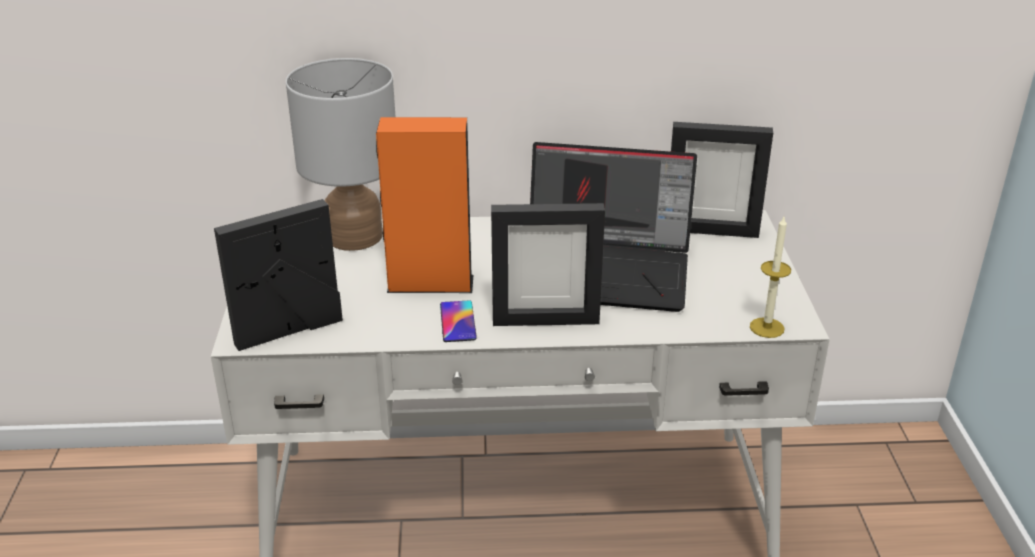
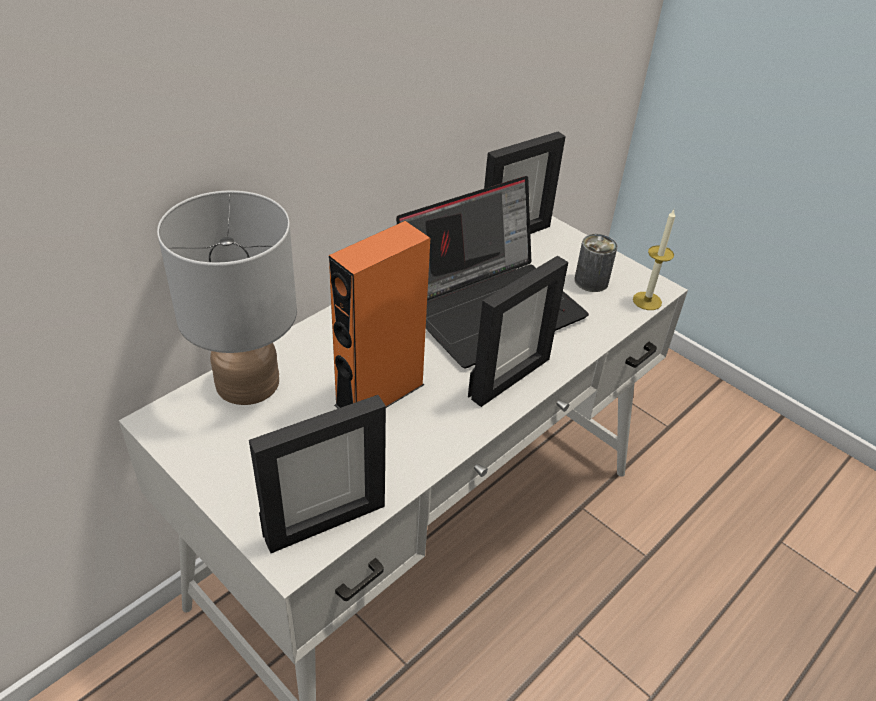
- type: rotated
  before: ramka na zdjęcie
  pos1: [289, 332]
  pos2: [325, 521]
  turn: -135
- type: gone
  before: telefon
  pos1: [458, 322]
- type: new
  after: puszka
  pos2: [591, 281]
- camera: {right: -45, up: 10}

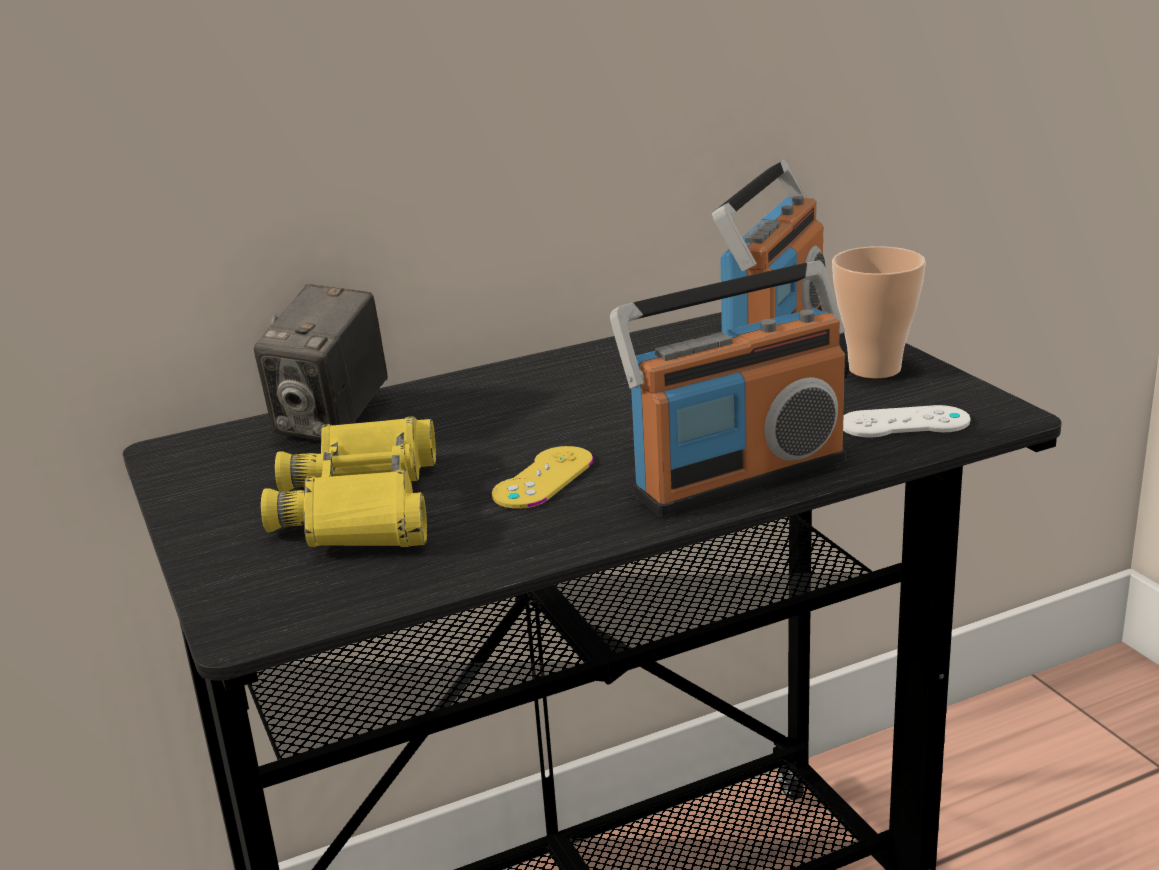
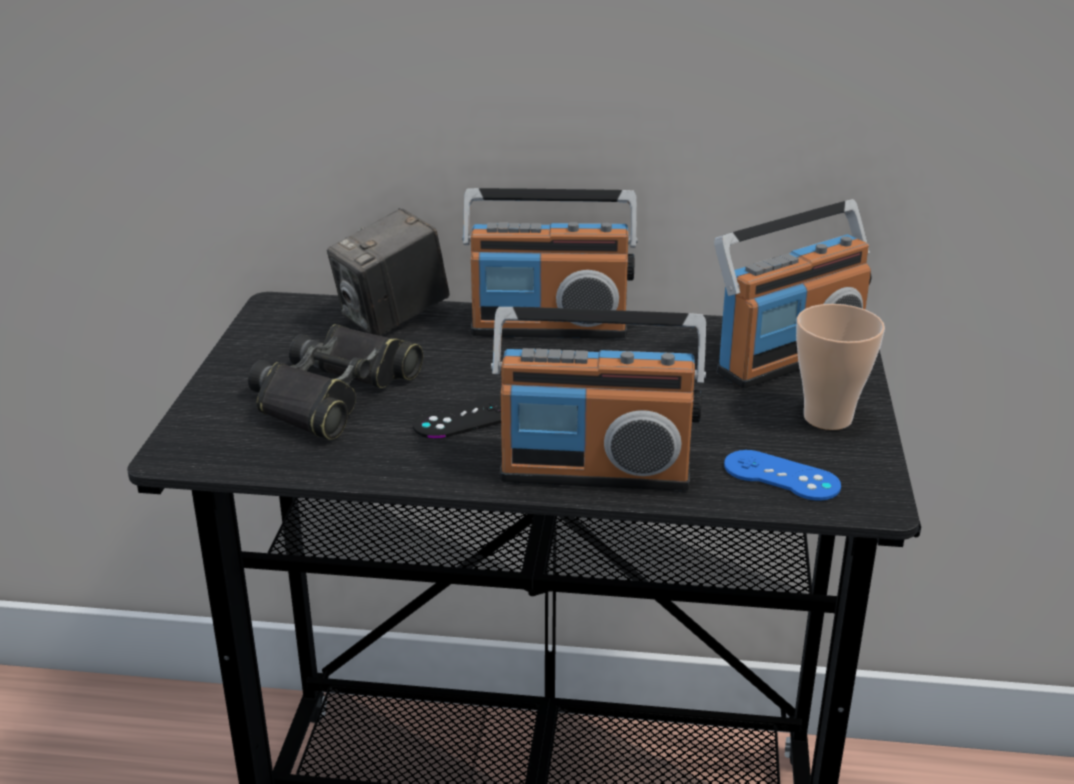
- type: repainted
  before: pad do gier (biały)
  after: pad do gier (niebieski)
  pos1: [904, 423]
  pos2: [781, 476]
- type: repainted
  before: lornetka (żółty)
  after: lornetka (czarny)
  pos1: [363, 506]
  pos2: [334, 394]
- type: repainted
  before: pad do gier (żółty)
  after: pad do gier (czarny)
  pos1: [543, 478]
  pos2: [466, 418]
- type: new
  after: radio
  pos2: [549, 327]
- camera: {right: 30, up: 5}

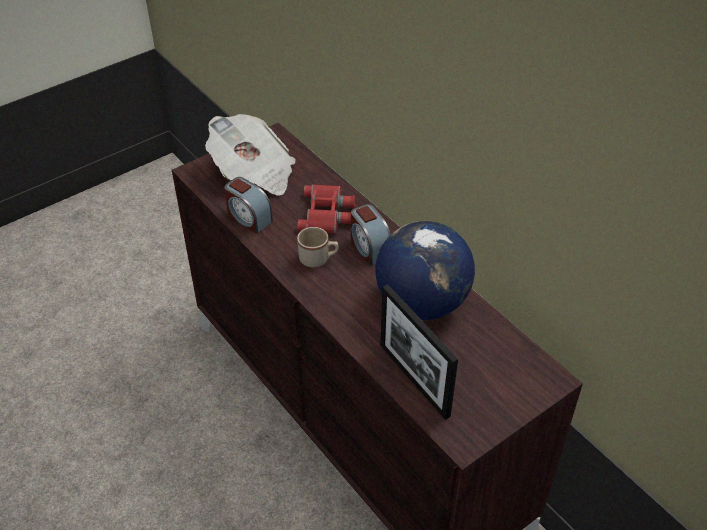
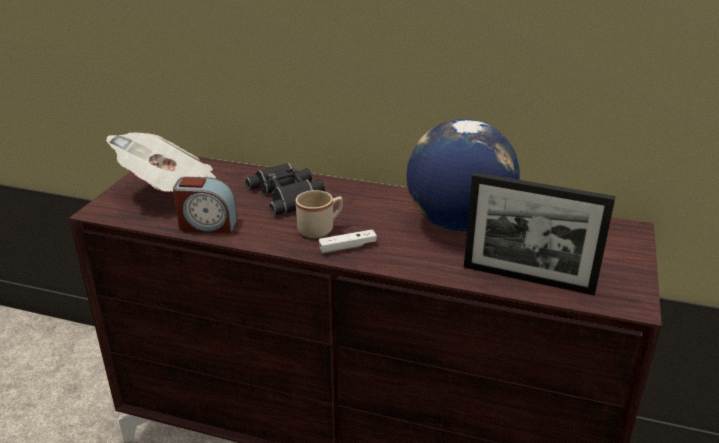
- type: repainted
  before: lornetka (czerwony)
  after: lornetka (czarny)
  pos1: [328, 214]
  pos2: [288, 195]
- type: gone
  before: budzik
  pos1: [369, 248]
- type: new
  after: pad do gier (biały)
  pos2: [347, 247]
- camera: {right: -35, up: -15}

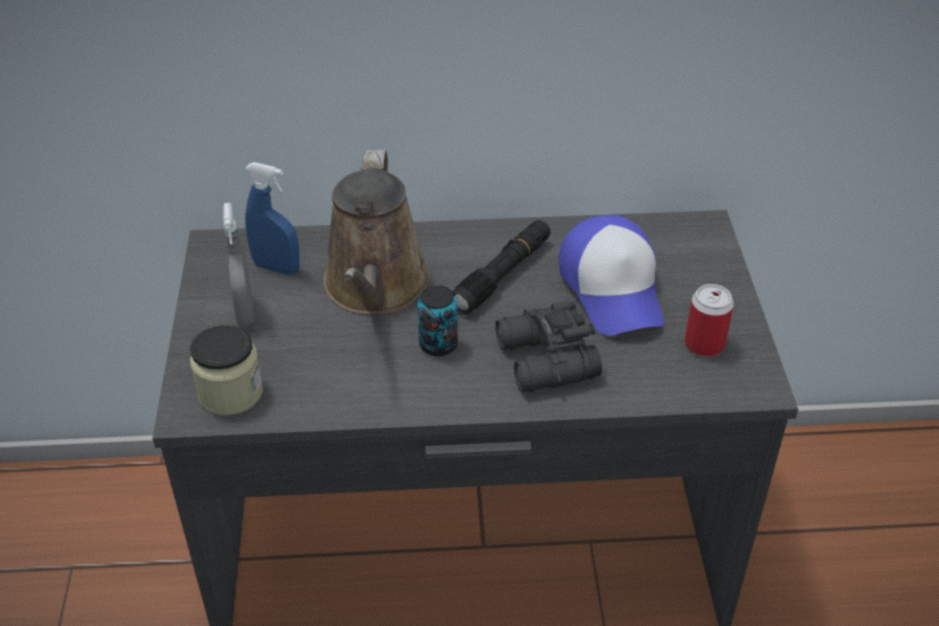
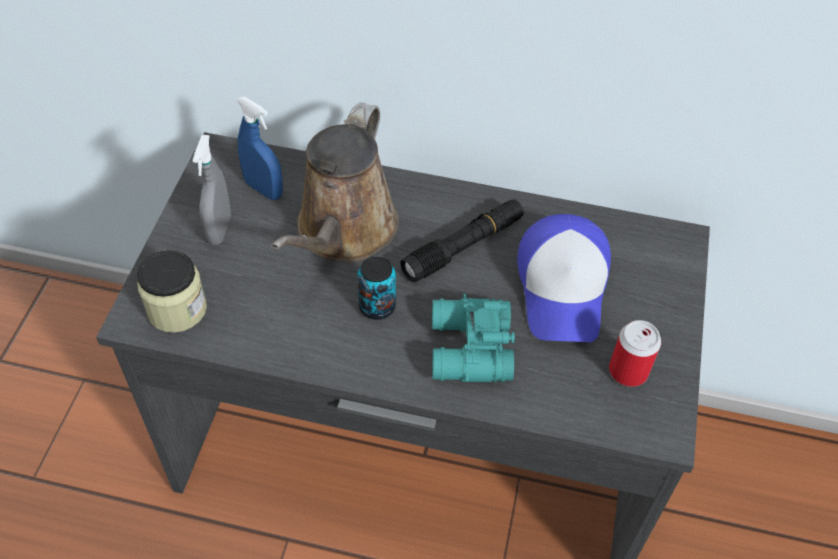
- type: repainted
  before: lornetka (czarny)
  after: lornetka (turkusowy)
  pos1: [544, 362]
  pos2: [468, 350]
- camera: {right: 15, up: 10}

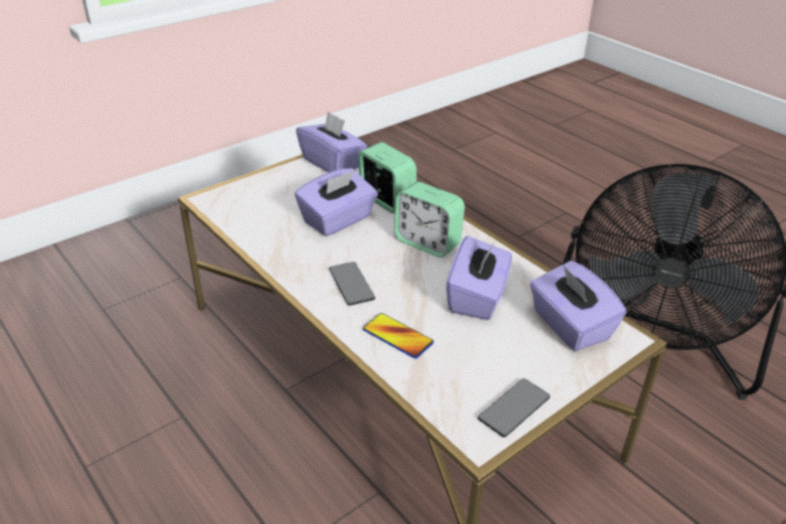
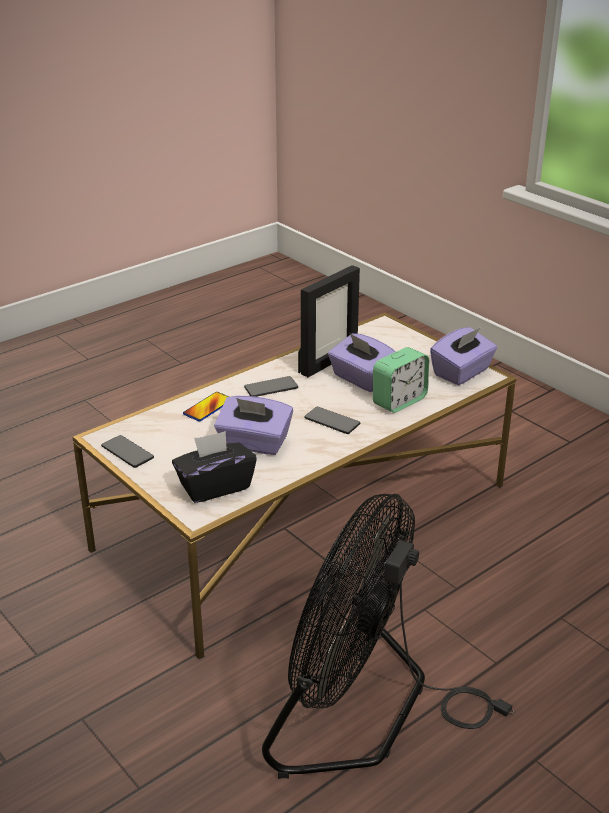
- type: swapped
  before: budzik
  after: telefon
  pos1: [427, 243]
  pos2: [332, 421]
- type: repainted
  before: pudełko chusteczek (fioletowy)
  after: pudełko chusteczek (czarny)
  pos1: [569, 326]
  pos2: [215, 486]
- type: new
  after: ramka na zdjęcie
  pos2: [328, 361]
- camera: {right: 90, up: -5}

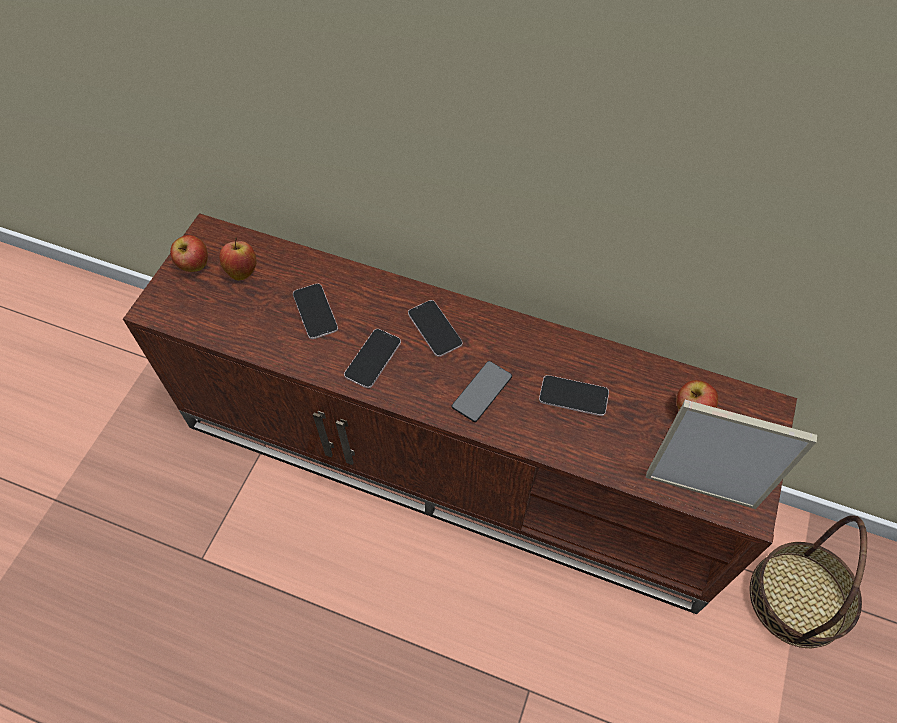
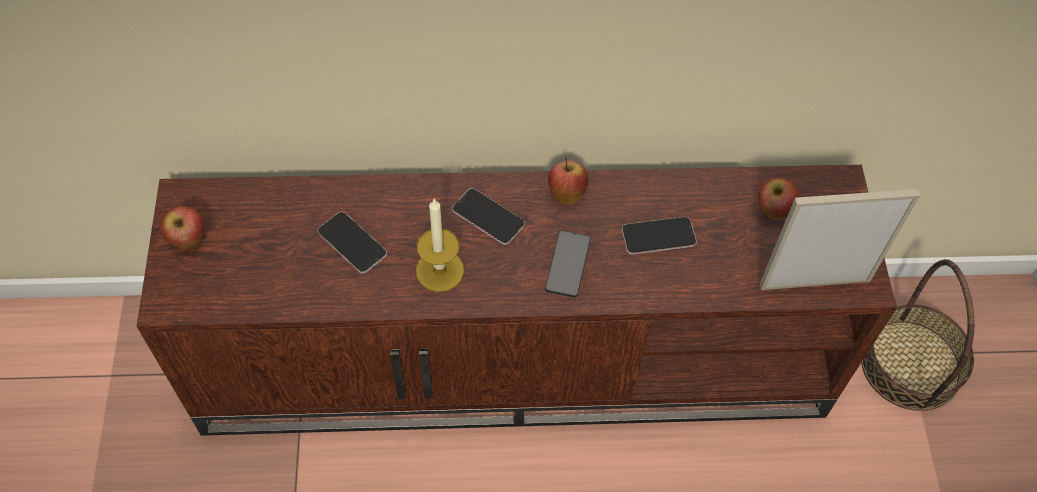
- type: shifted
  before: jabłko
  pos1: [242, 271]
  pos2: [566, 193]
- type: swapped
  before: telefon
  after: świeca
  pos1: [373, 358]
  pos2: [439, 270]
- camera: {right: -25, up: 0}

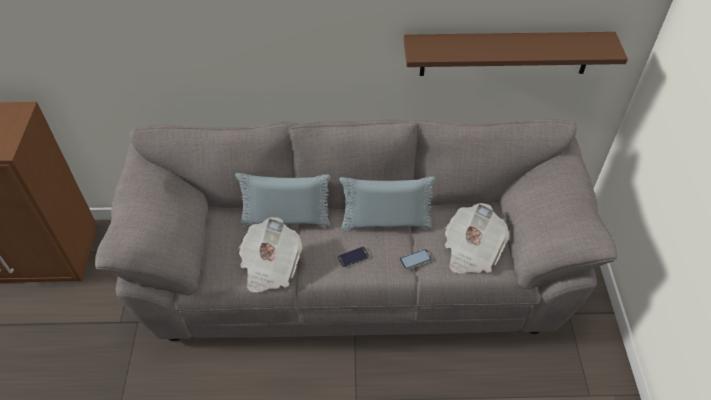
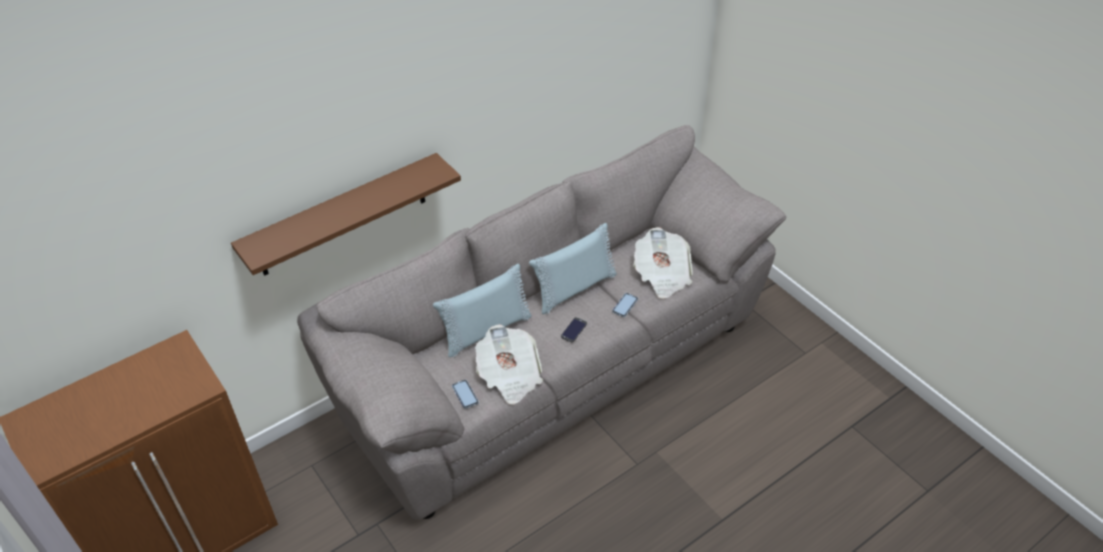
- type: shifted
  before: półka (brązowy)
  pos1: [505, 53]
  pos2: [342, 216]
- type: new
  after: telefon
  pos2: [465, 394]
- camera: {right: -35, up: -5}

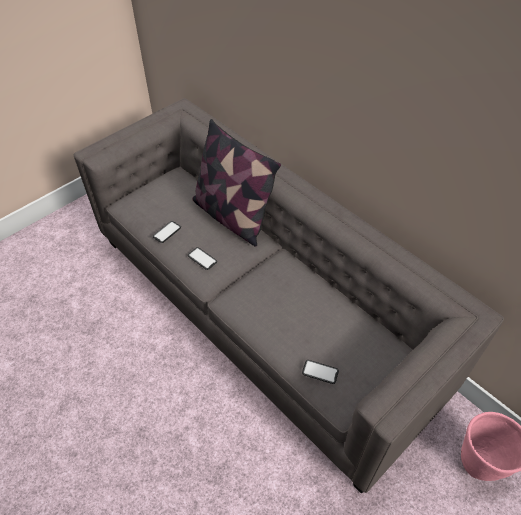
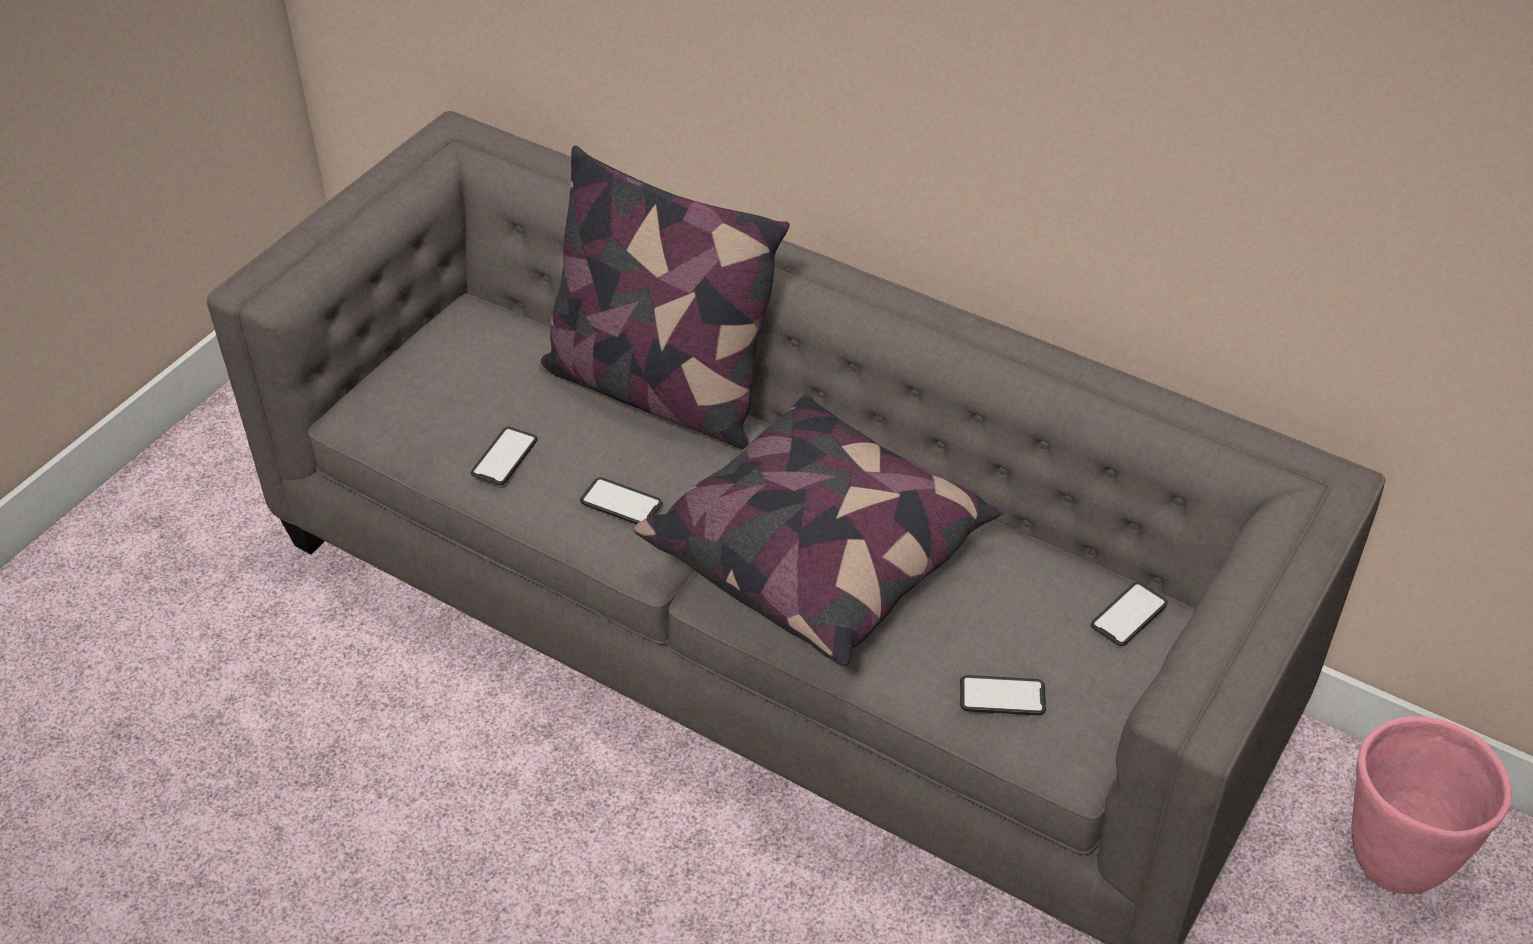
- type: new
  after: poduszka
  pos2: [819, 554]
- type: new
  after: telefon
  pos2: [1129, 615]
- camera: {right: -15, up: -5}

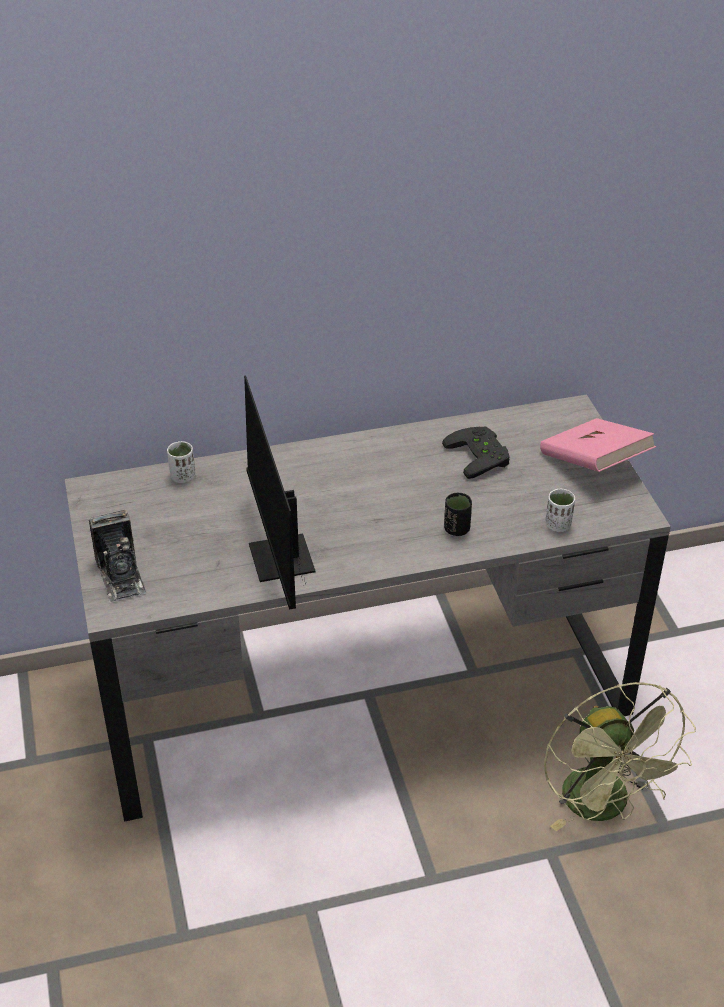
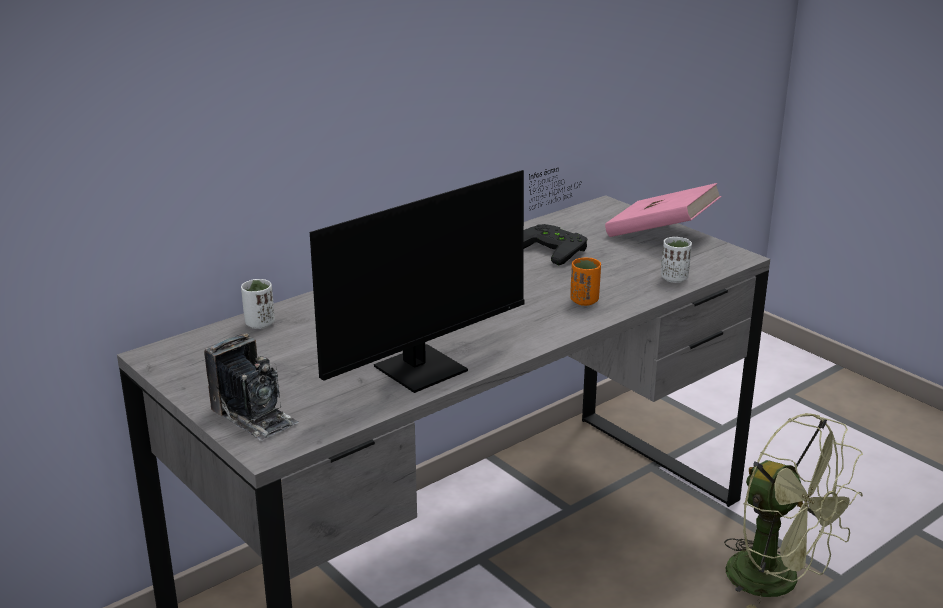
- type: rotated
  before: monitor
  pos1: [281, 566]
  pos2: [433, 366]
  turn: -90
- type: repainted
  before: filiżanka (czarny)
  after: filiżanka (pomarańczowy)
  pos1: [456, 529]
  pos2: [584, 301]
- camera: {right: -25, up: -15}

